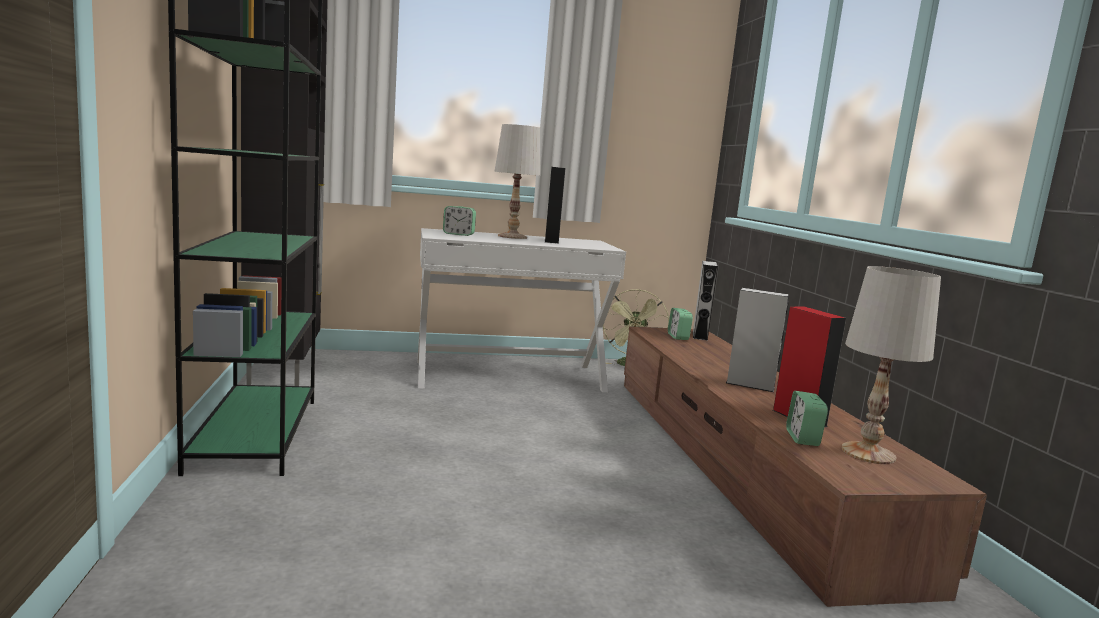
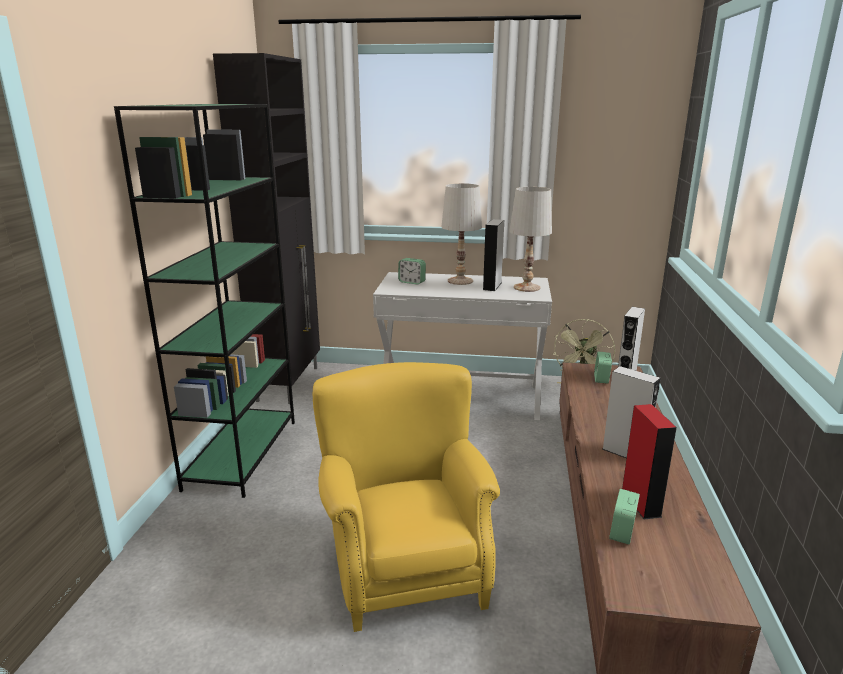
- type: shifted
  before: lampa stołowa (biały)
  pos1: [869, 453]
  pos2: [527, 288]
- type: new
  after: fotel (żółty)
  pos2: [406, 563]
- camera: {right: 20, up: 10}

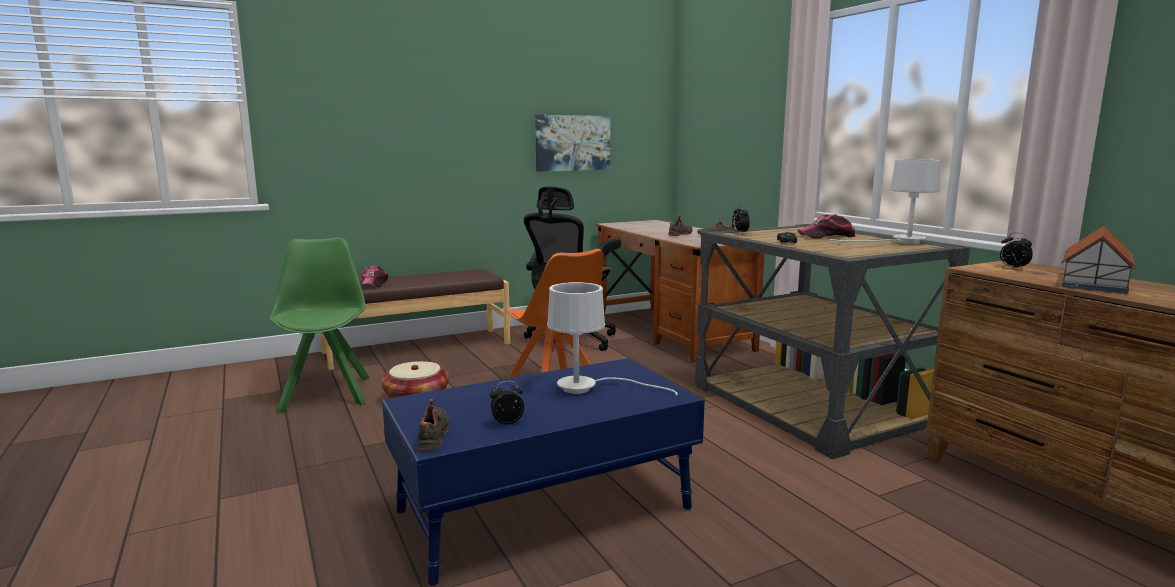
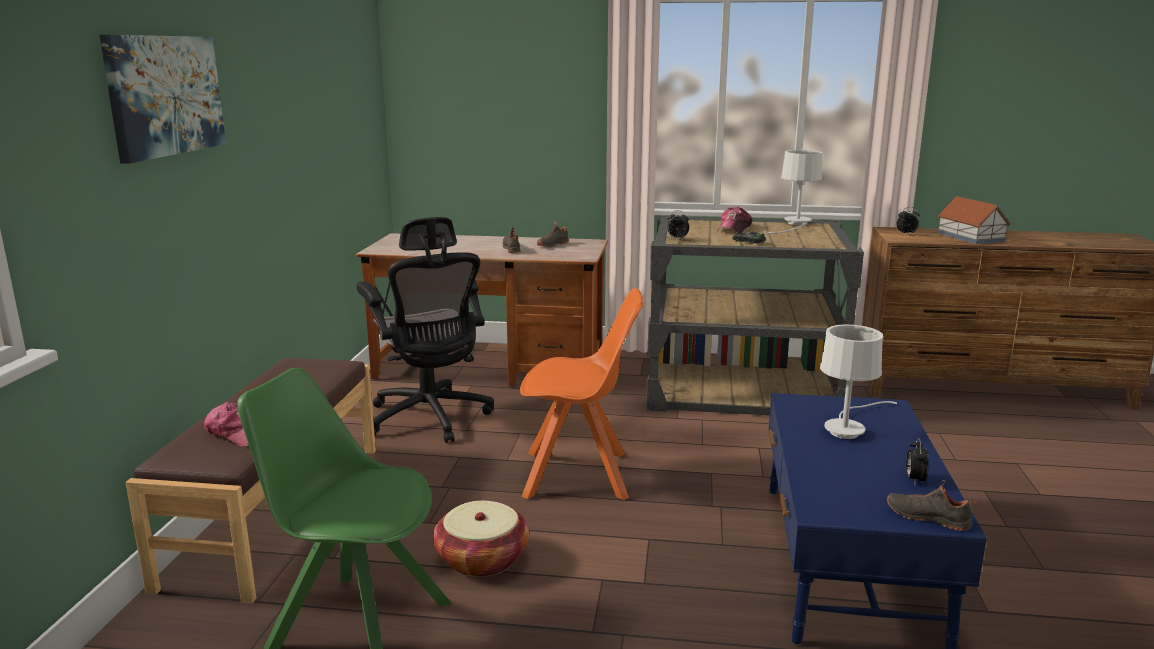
- type: shifted
  before: obraz
  pos1: [572, 143]
  pos2: [165, 95]
- camera: {right: -55, up: 5}

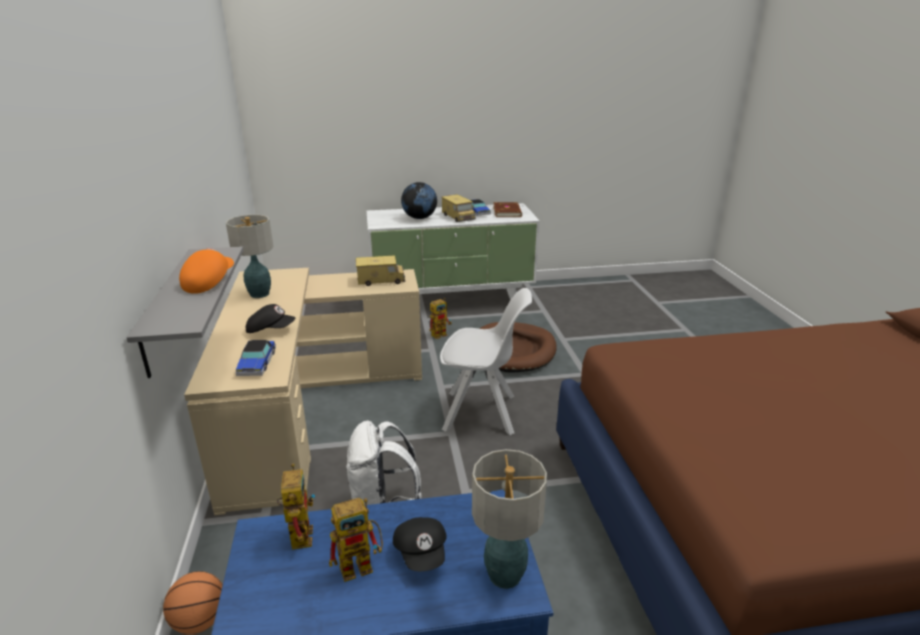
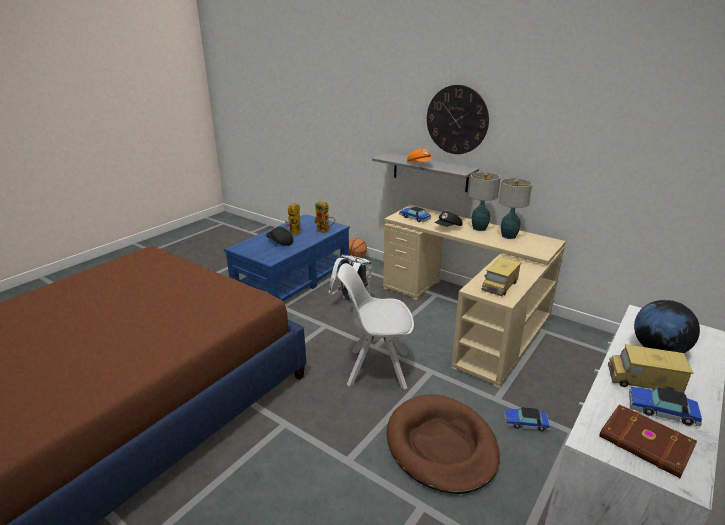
- type: rotated
  before: krzesło (biały)
  pos1: [481, 413]
  pos2: [376, 369]
  turn: 45
- type: swapped
  before: robot zabawkowy
  after: samochodzik
  pos1: [441, 333]
  pos2: [525, 423]
- type: shifted
  before: lampa stołowa
  pos1: [504, 574]
  pos2: [479, 228]
- type: new
  after: zegar ścienny
  pos2: [457, 120]
- camera: {right: 135, up: 0}

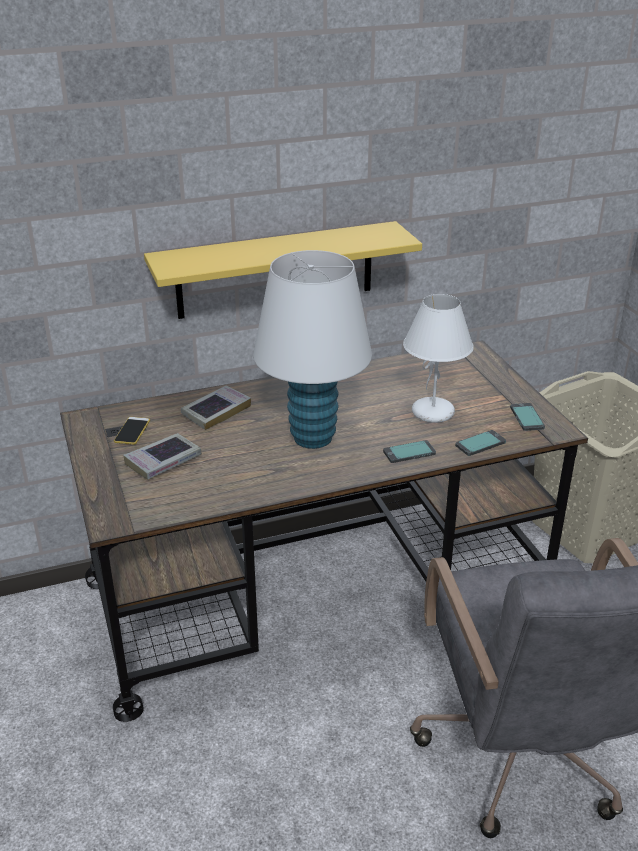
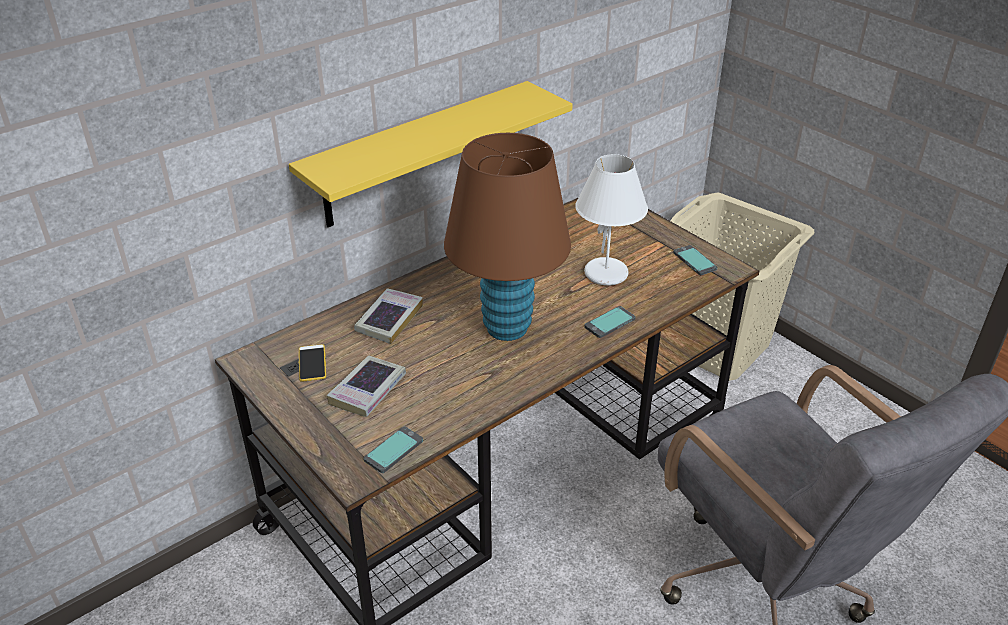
- type: repainted
  before: lampa stołowa (biały)
  after: lampa stołowa (brązowy)
  pos1: [312, 438]
  pos2: [506, 328]
- type: shifted
  before: telefon
  pos1: [480, 444]
  pos2: [393, 450]
- camera: {right: -20, up: 5}

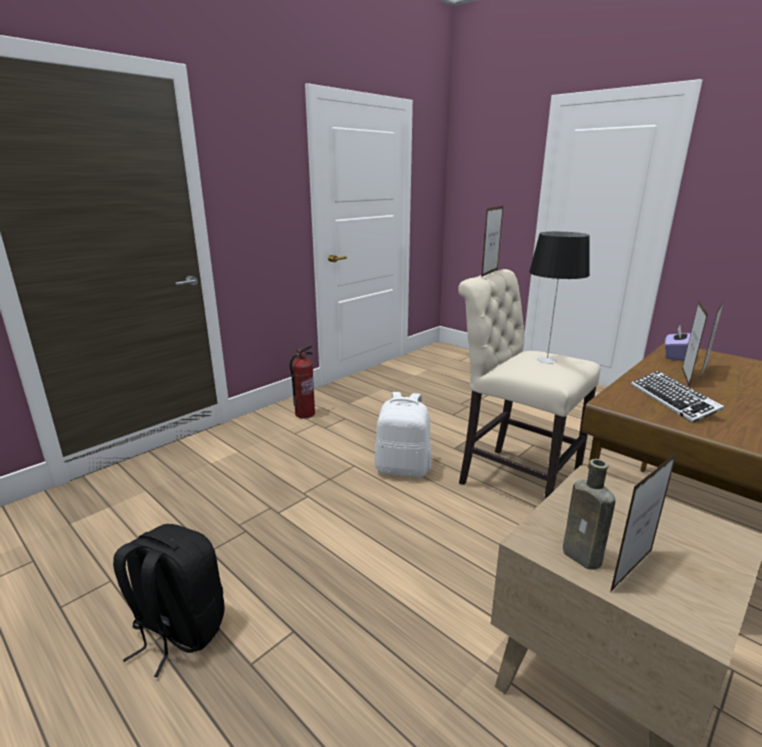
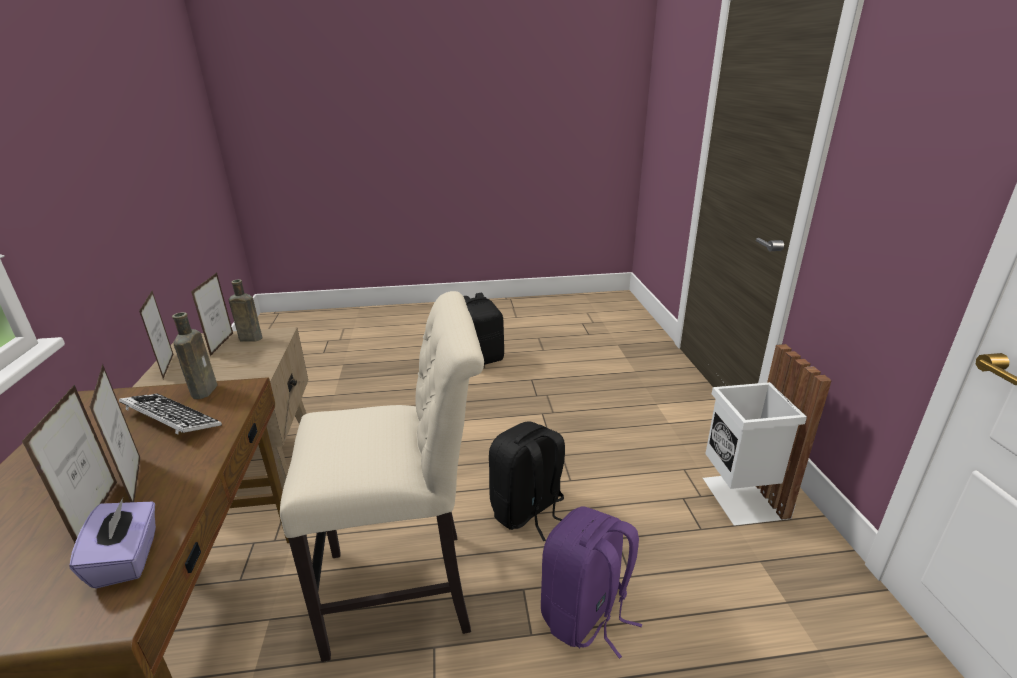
- type: shifted
  before: ramka na zdjęcie
  pos1: [489, 273]
  pos2: [168, 366]
- type: gone
  before: lampa stołowa
  pos1: [547, 360]
- type: swapped
  before: gaśnica
  after: kosz na śmieci (biały)
  pos1: [305, 414]
  pos2: [741, 498]
- type: repainted
  before: plecak (biały)
  after: plecak (czarny)
  pos1: [403, 468]
  pos2: [528, 511]
- type: new
  after: butelka (brązowy)
  pos2: [205, 390]
- type: new
  after: plecak (fioletowy)
  pos2: [586, 615]
- camera: {right: 130, up: 5}

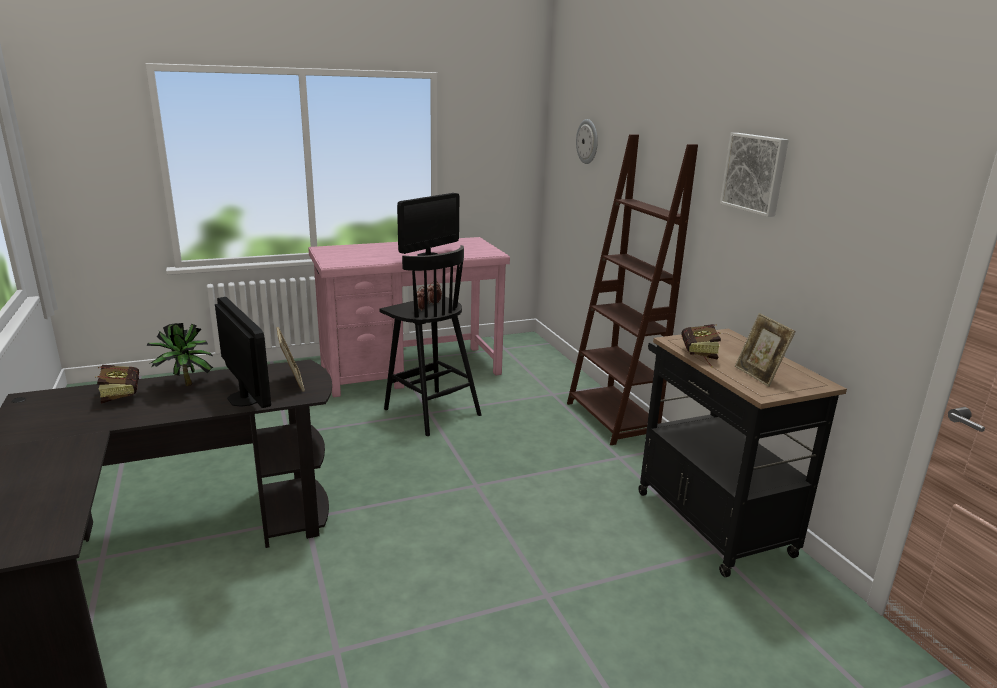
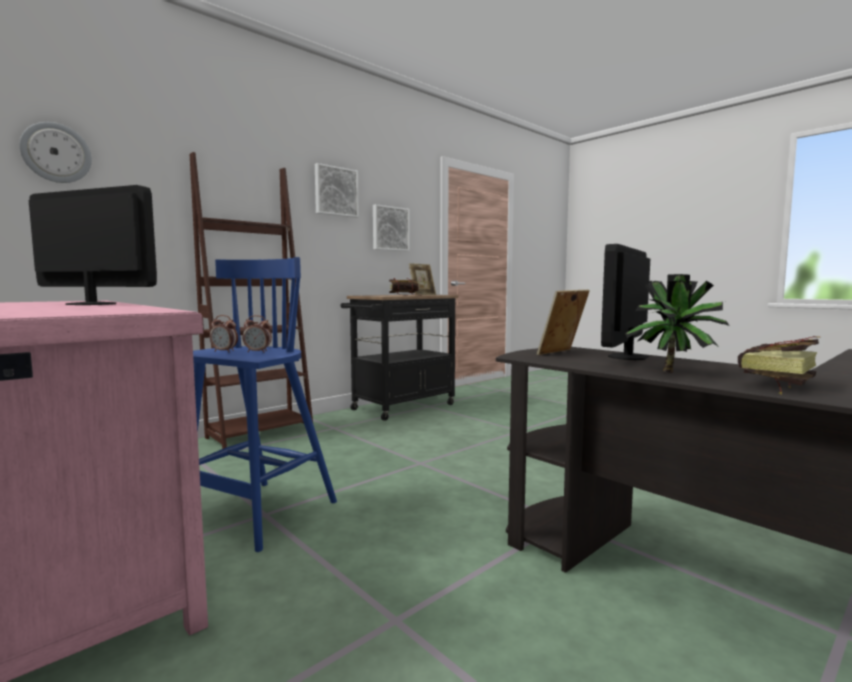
- type: repainted
  before: stołek (czarny)
  after: stołek (niebieski)
  pos1: [430, 410]
  pos2: [258, 515]
- type: new
  after: obraz
  pos2: [390, 228]
- camera: {right: -110, up: -15}

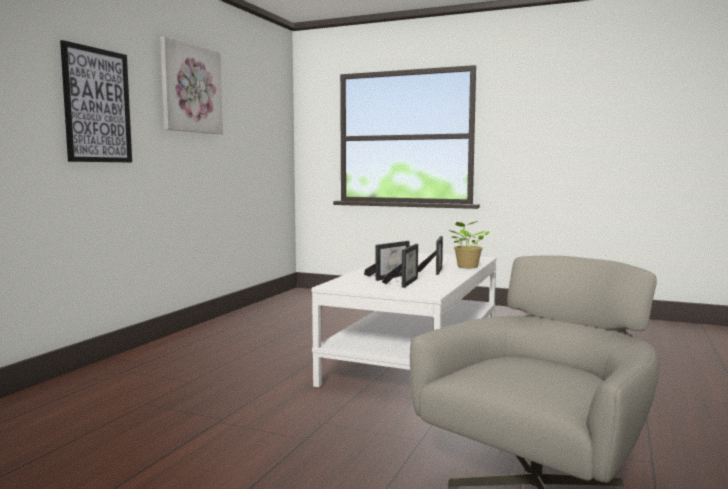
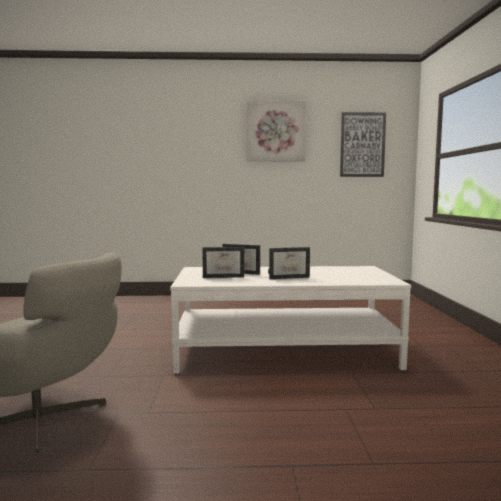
- type: shifted
  before: obraz
  pos1: [97, 105]
  pos2: [362, 144]
- type: gone
  before: roślina doniczkowa
  pos1: [467, 267]
- camera: {right: 65, up: 0}

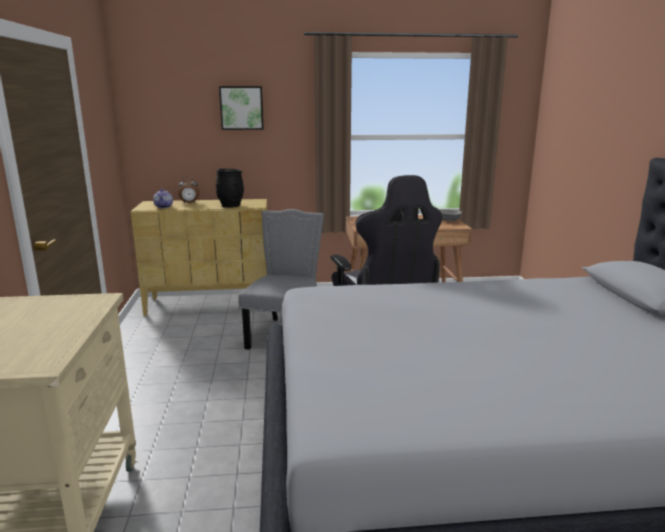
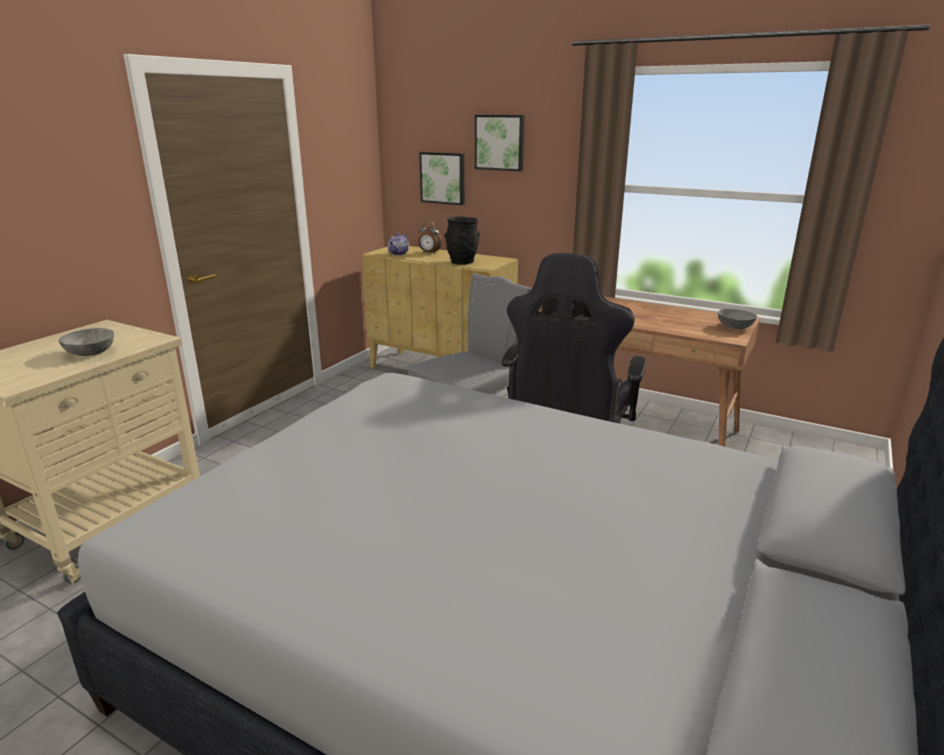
- type: new
  after: obraz
  pos2: [443, 178]
- type: new
  after: miska (szary)
  pos2: [90, 352]
- camera: {right: 35, up: 5}

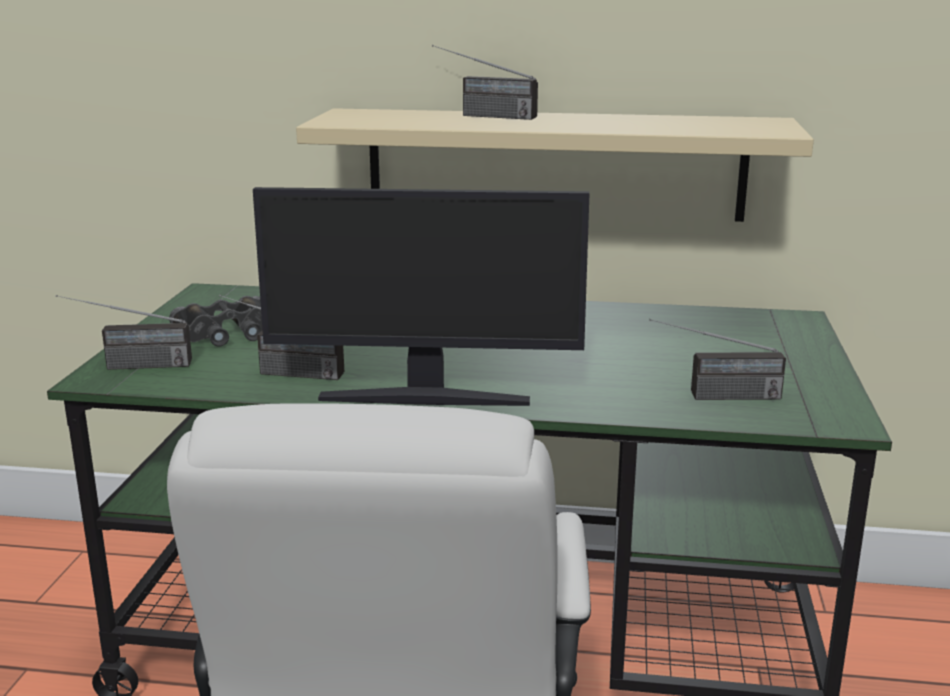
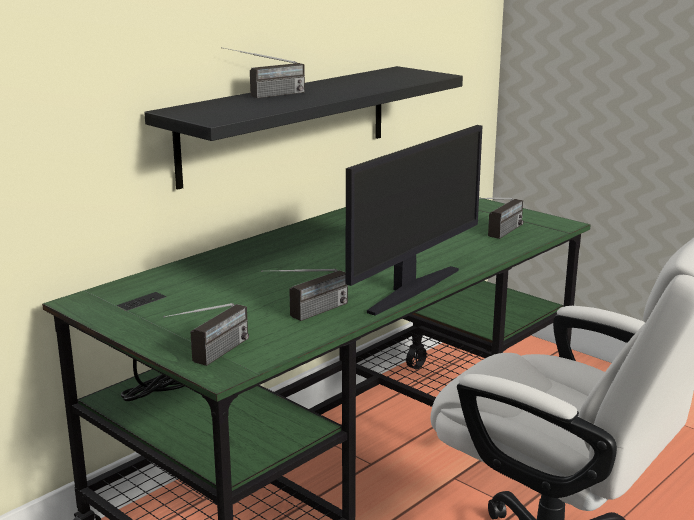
- type: repainted
  before: półka (beżowy)
  after: półka (czarny)
  pos1: [554, 164]
  pos2: [287, 123]
- type: gone
  before: lornetka (czarny)
  pos1: [227, 332]
- camera: {right: -55, up: 0}

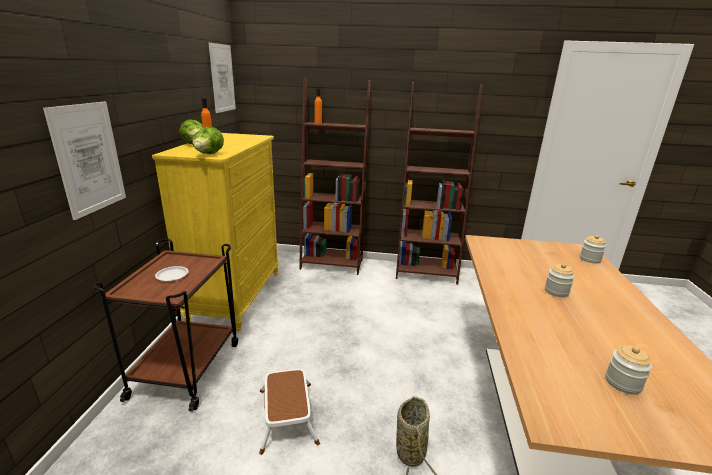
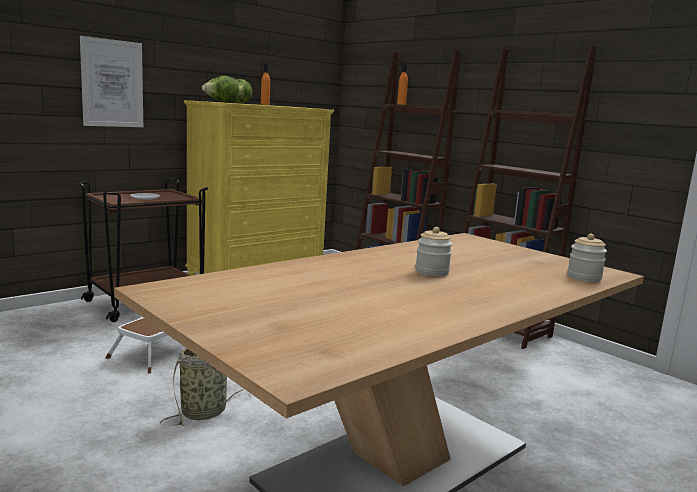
- type: gone
  before: obraz
  pos1: [222, 78]
- type: gone
  before: słoik
  pos1: [623, 383]
- camera: {right: 40, up: -10}

